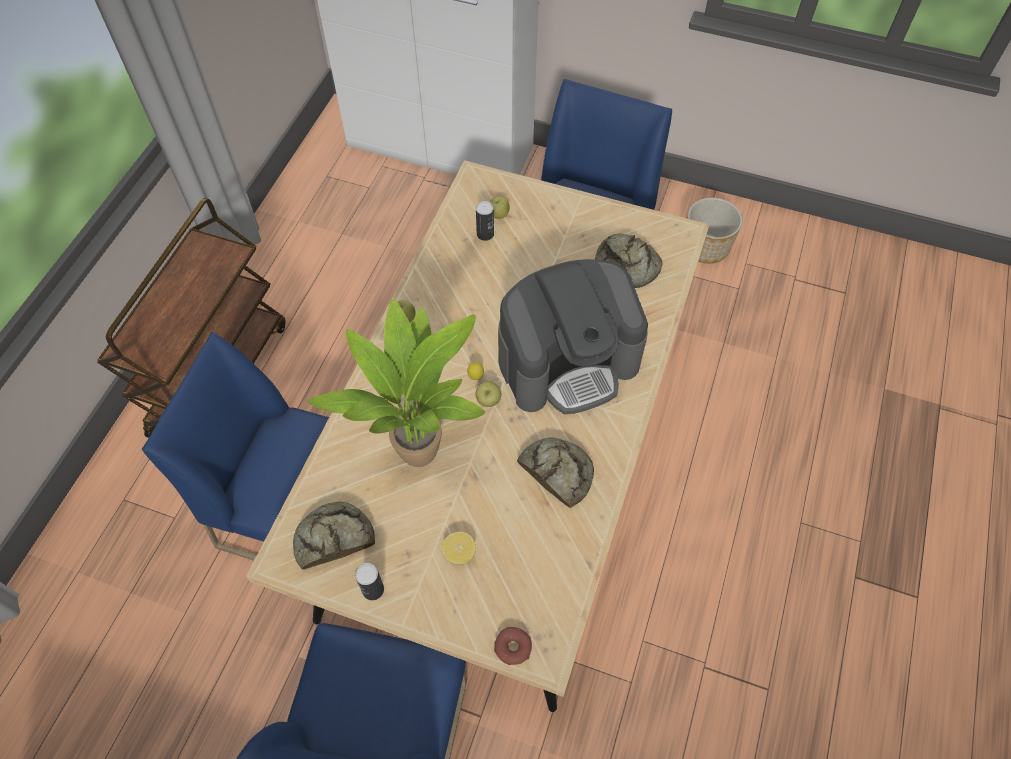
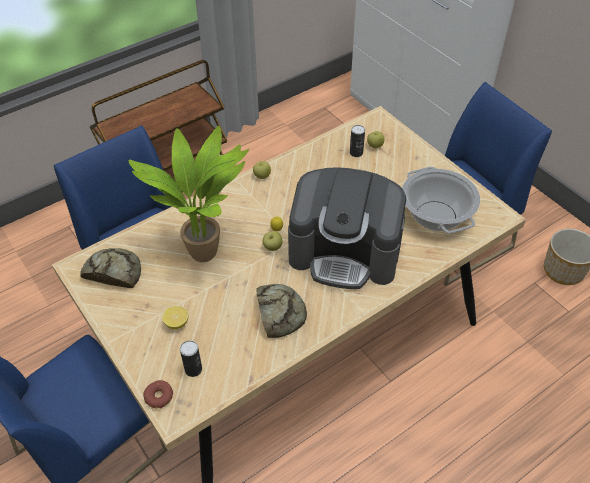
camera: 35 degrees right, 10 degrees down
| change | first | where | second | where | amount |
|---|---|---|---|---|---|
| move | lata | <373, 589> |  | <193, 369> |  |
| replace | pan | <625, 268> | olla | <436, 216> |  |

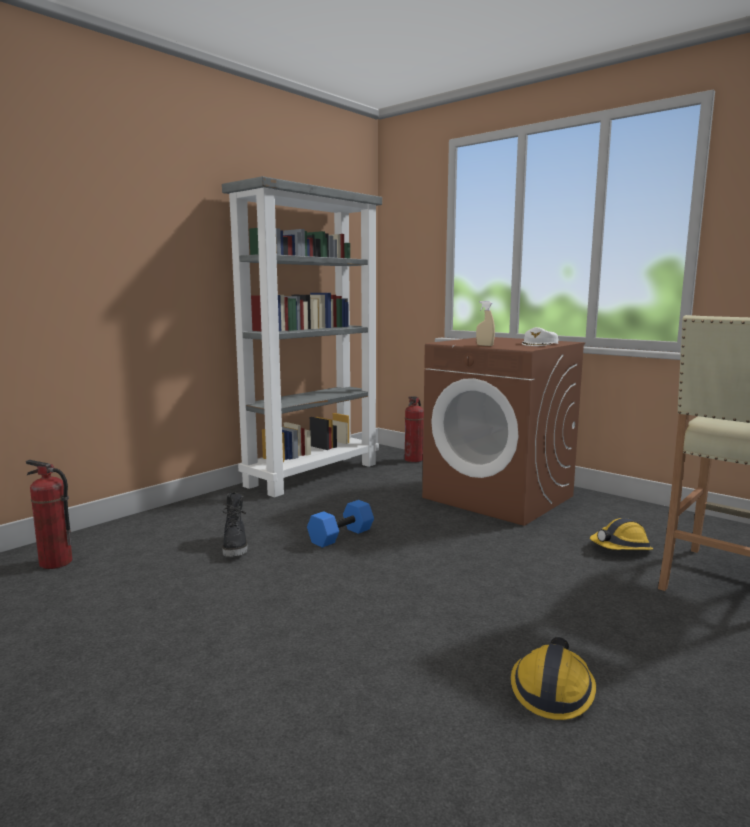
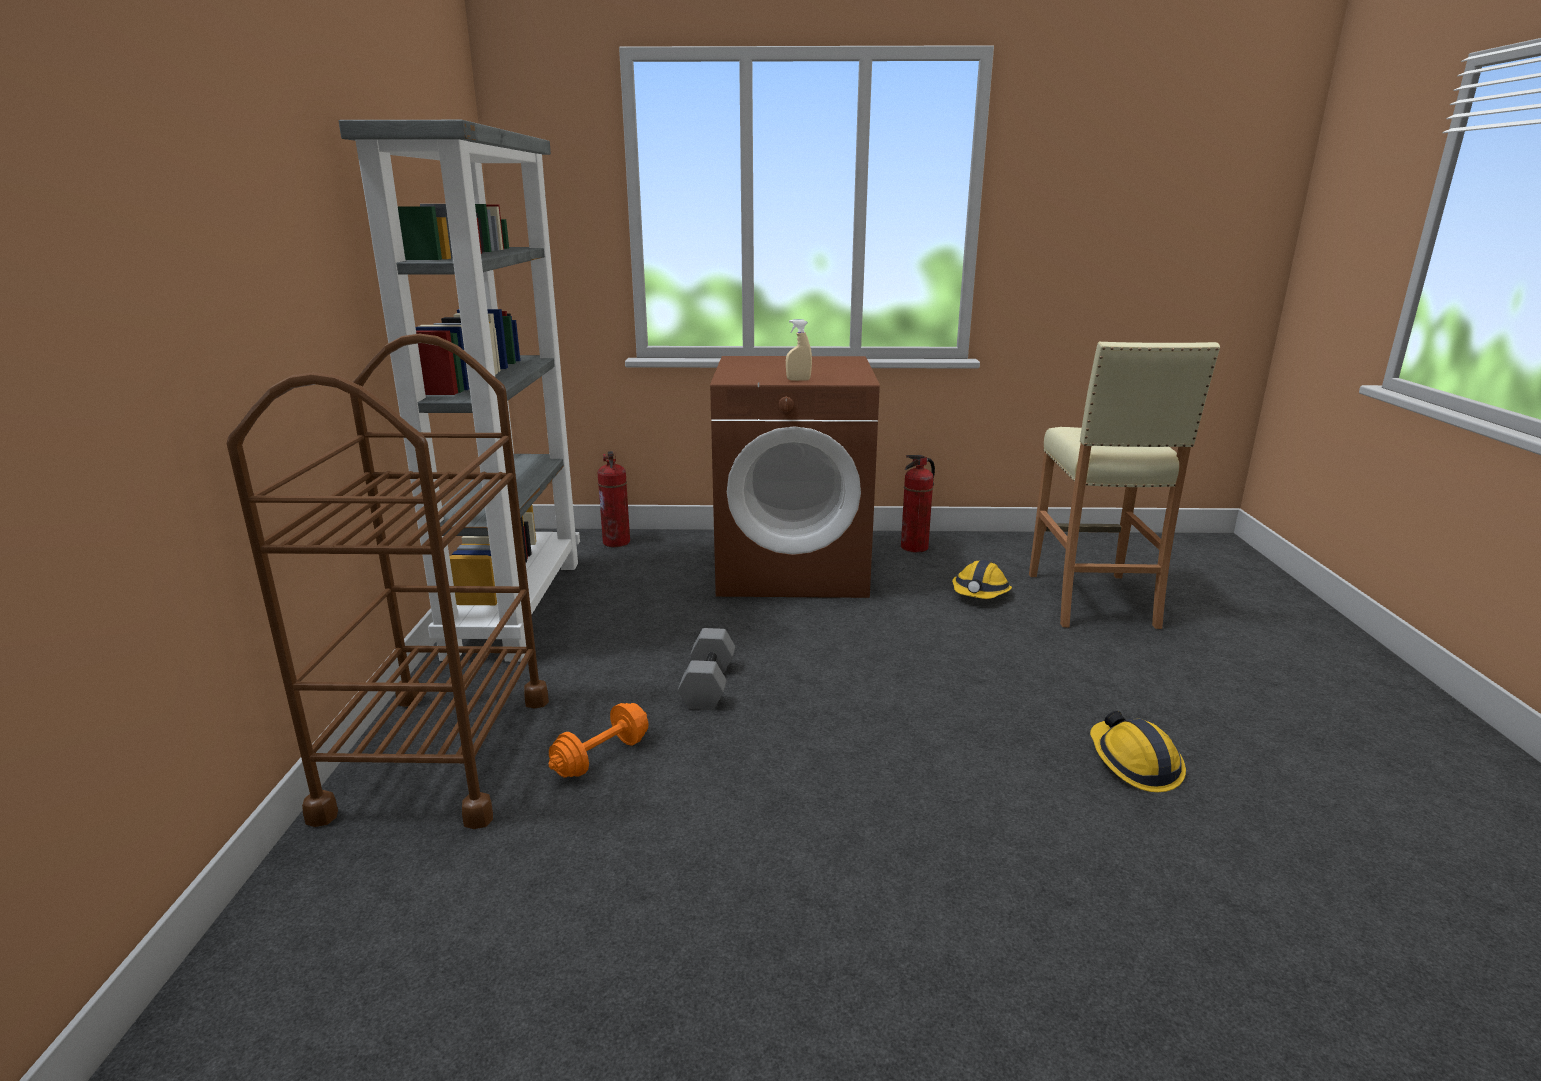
camera: 40 degrees left, 10 degrees up
| change | first | where | second | where | amount |
|---|---|---|---|---|---|
| move | extintor | <55, 563> |  | <914, 547> |  |
| replace | bota/negro | <236, 547> | mancuerna/naranja | <601, 757> |  |
| recolor | mancuerna/azul | <341, 535> | mancuerna/gris | <707, 684> |  |
| delete | gorra/blanco | <540, 344> |  |  |  |
| insert |  |  | carrito/marrón | <440, 754> |  |

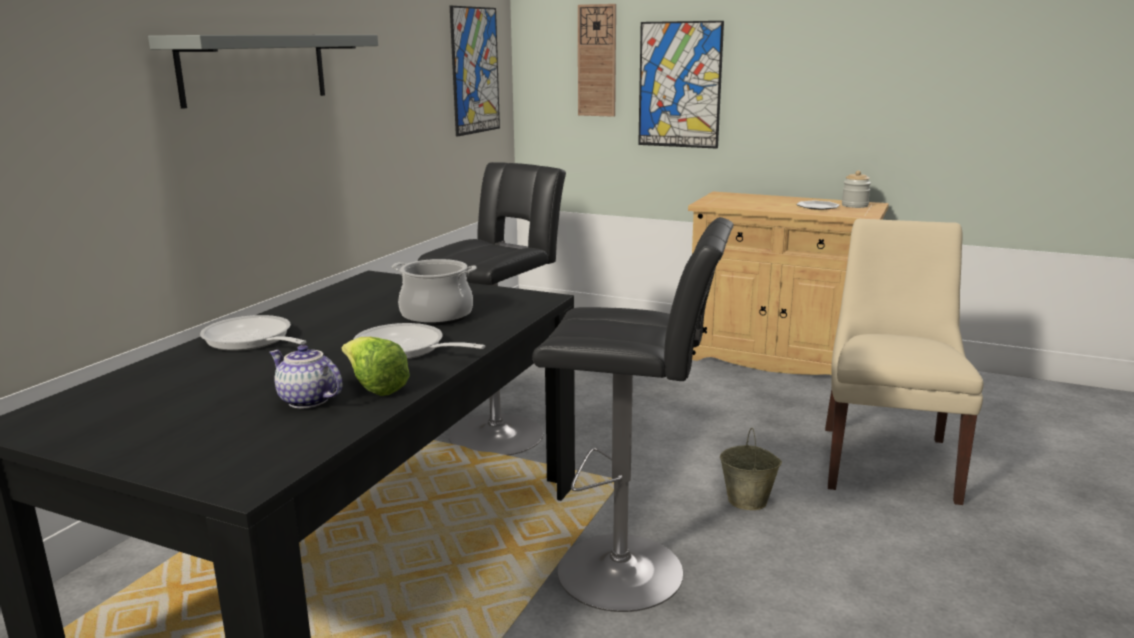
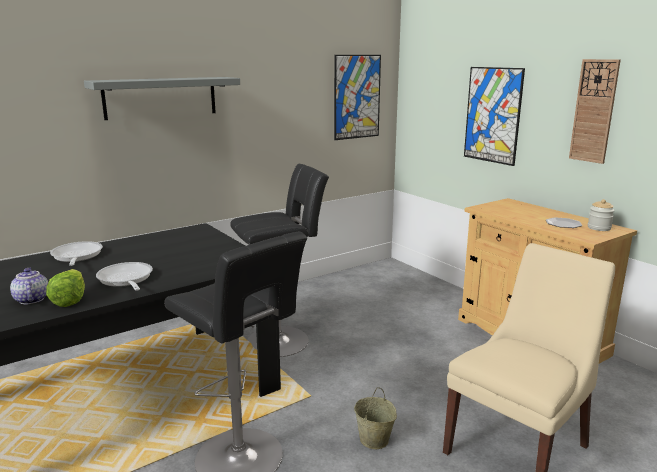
camera: 30 degrees right, 0 degrees up
| change | first | where | second | where | amount |
|---|---|---|---|---|---|
| delete | olla | <437, 316> |  |  |  |
| move | reloj de pared | <597, 61> |  | <594, 111> |  |

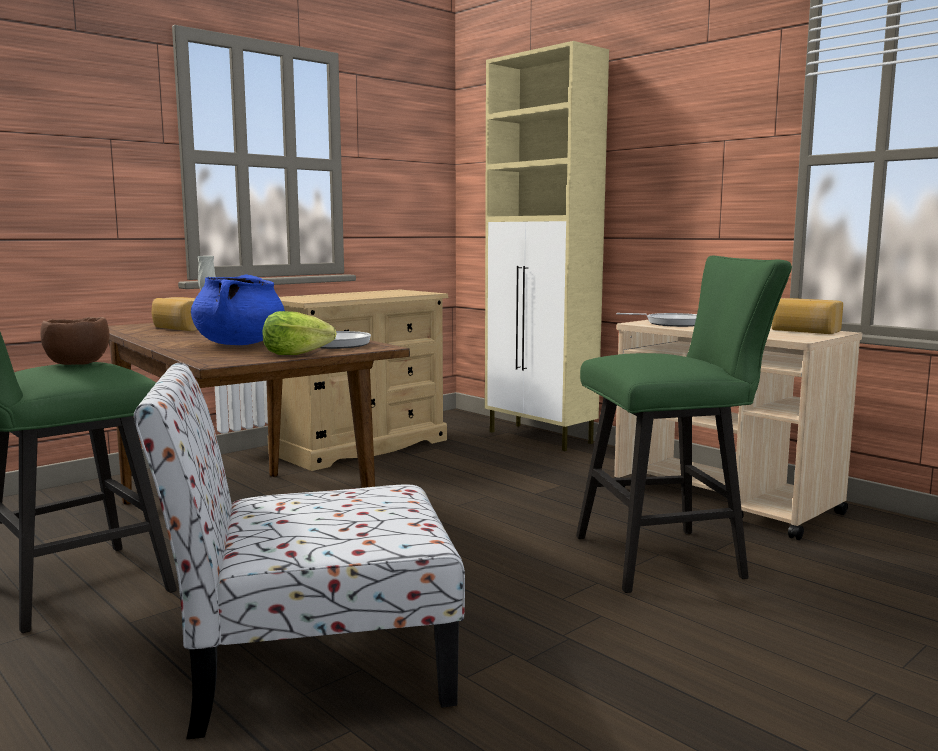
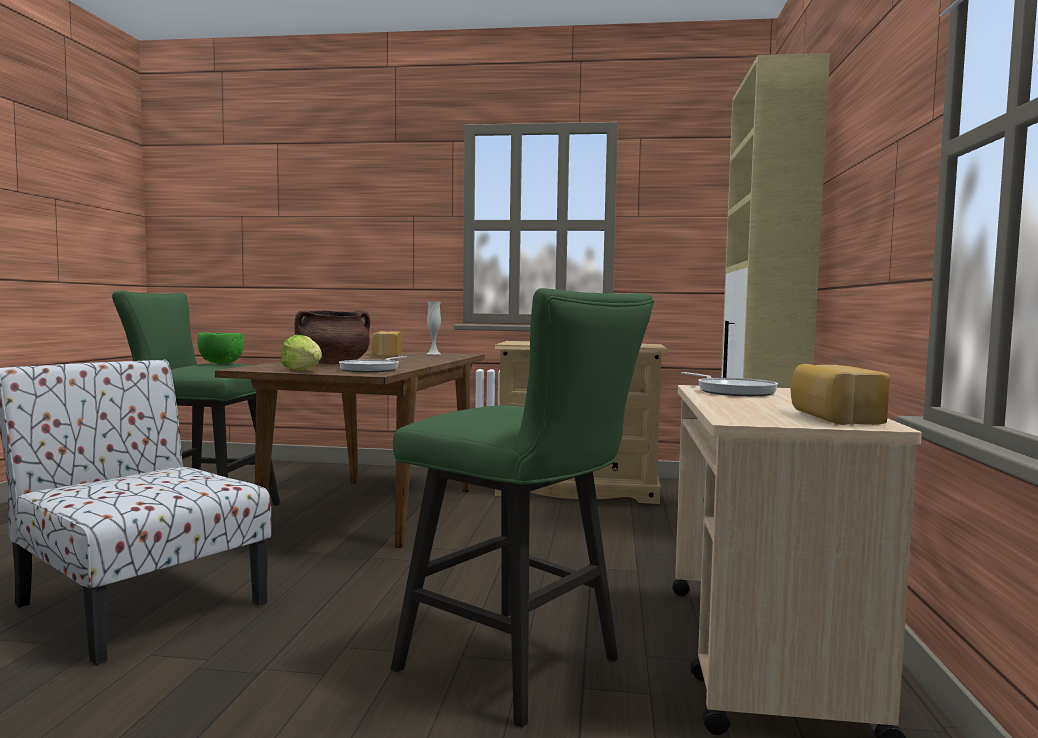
camera: 50 degrees right, 5 degrees down
| change | first | where | second | where | amount |
|---|---|---|---|---|---|
| recolor | cuenco/marrón | <78, 364> | cuenco/verde | <221, 363> |  |
| recolor | olla/azul | <240, 344> | olla/marrón | <333, 363> |  |

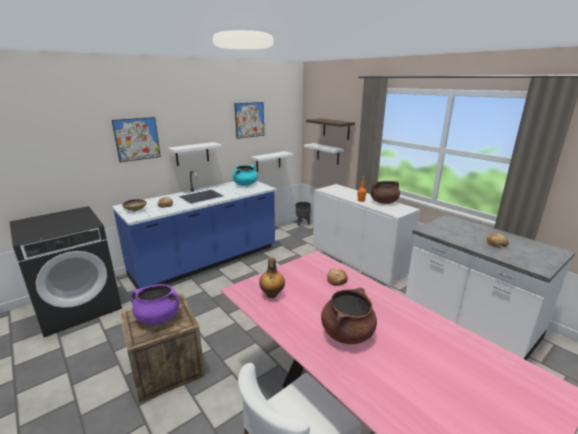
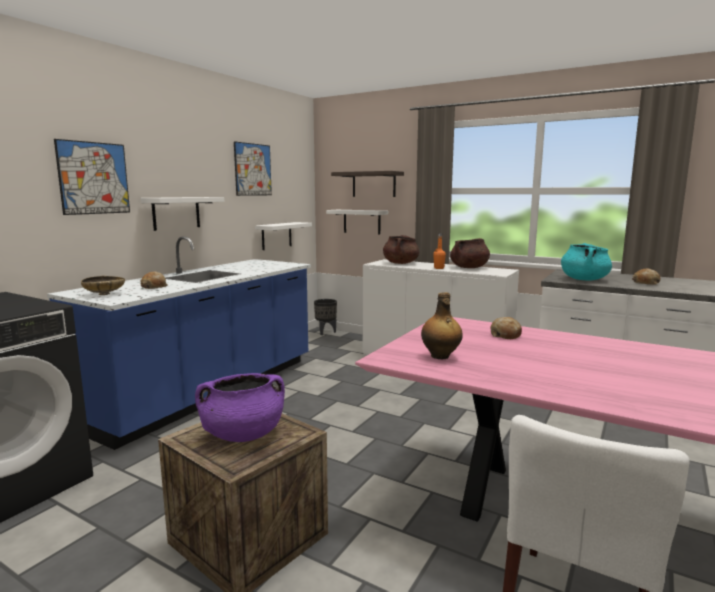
camera: 20 degrees left, 10 degrees down
| change | first | where | second | where | amount |
|---|---|---|---|---|---|
| move | olla/turquesa | <245, 184> |  | <584, 279> |  |
| move | olla/marrón | <347, 333> |  | <400, 263> |  |

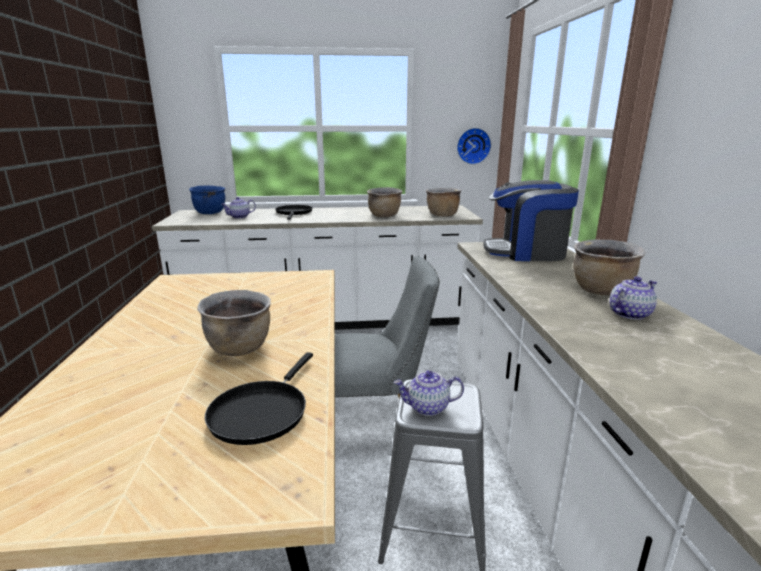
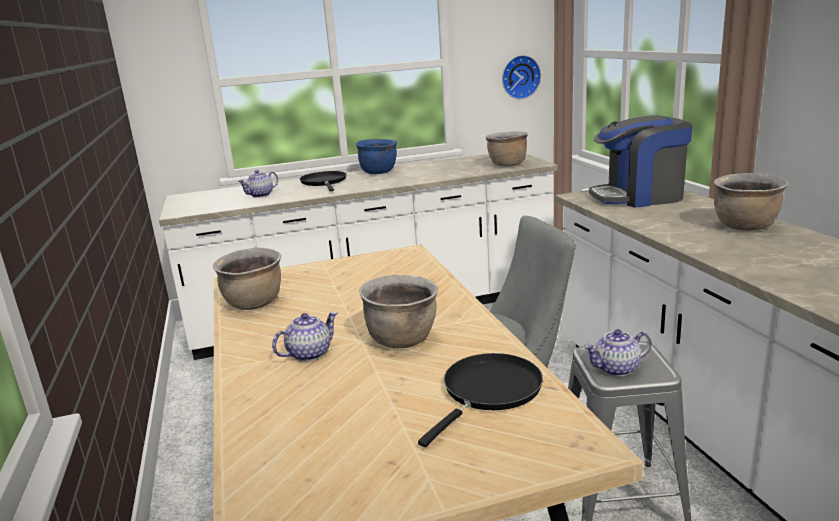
camera: 10 degrees left, 0 degrees up
| change | first | where | second | where | amount |
|---|---|---|---|---|---|
| move | olla/azul | <210, 213> |  | <379, 172> |  |
| rotate | sartén/negro | <261, 412> |  | <489, 391> | 150 degrees counterclockwise |
| move | olla/marrón | <384, 216> |  | <254, 304> |  |
| move | tetera | <629, 314> |  | <309, 353> |  |

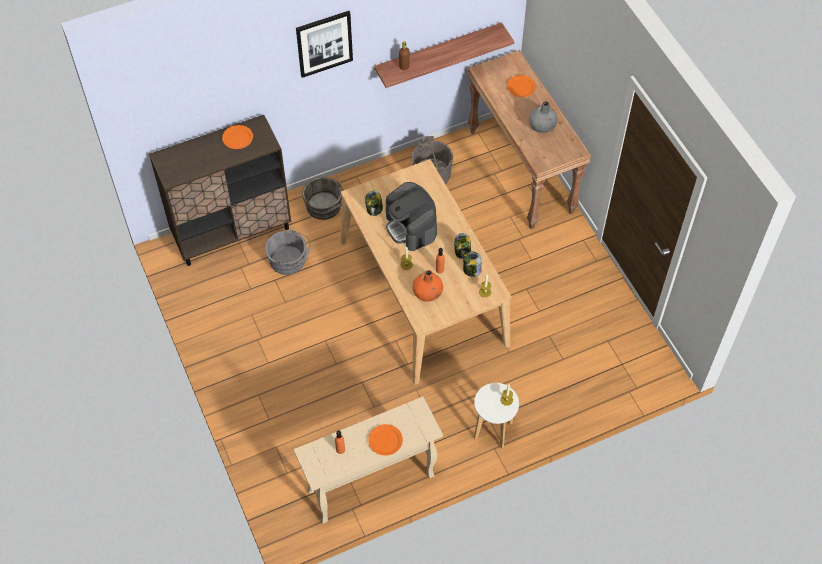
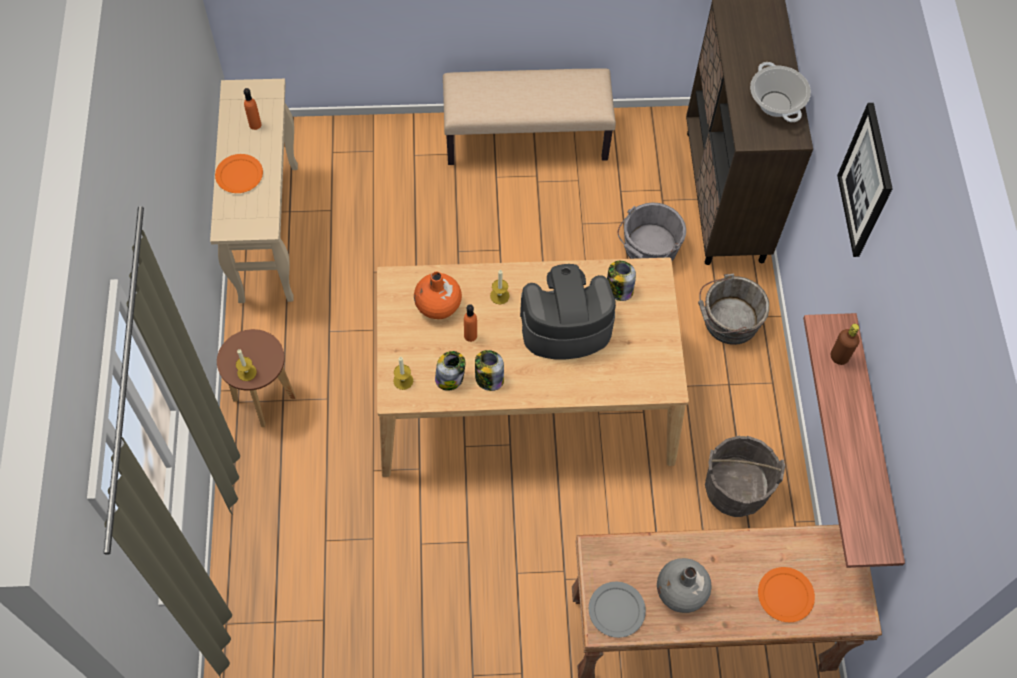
camera: 110 degrees right, 5 degrees up
| change | first | where | second | where | amount |
|---|---|---|---|---|---|
| replace | plato/naranja | <237, 138> | olla | <775, 104> |  |
| recolor | taburete/blanco | <493, 430> | taburete/marrón | <265, 399> |  |
| insert |  |  | banco/beis | <527, 137> |  |
| insert |  |  | plato/gris | <616, 610> |  |

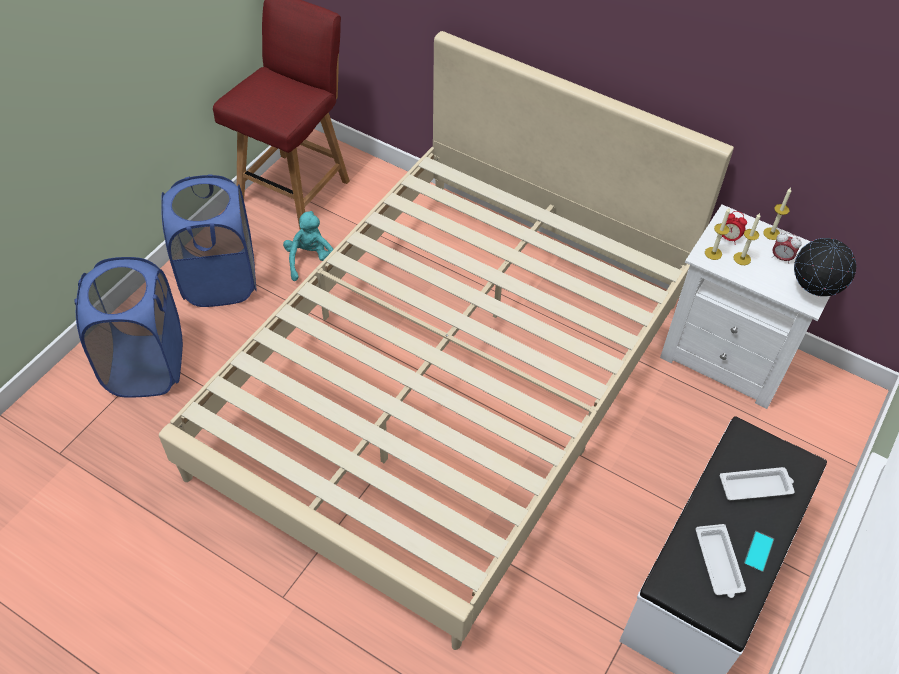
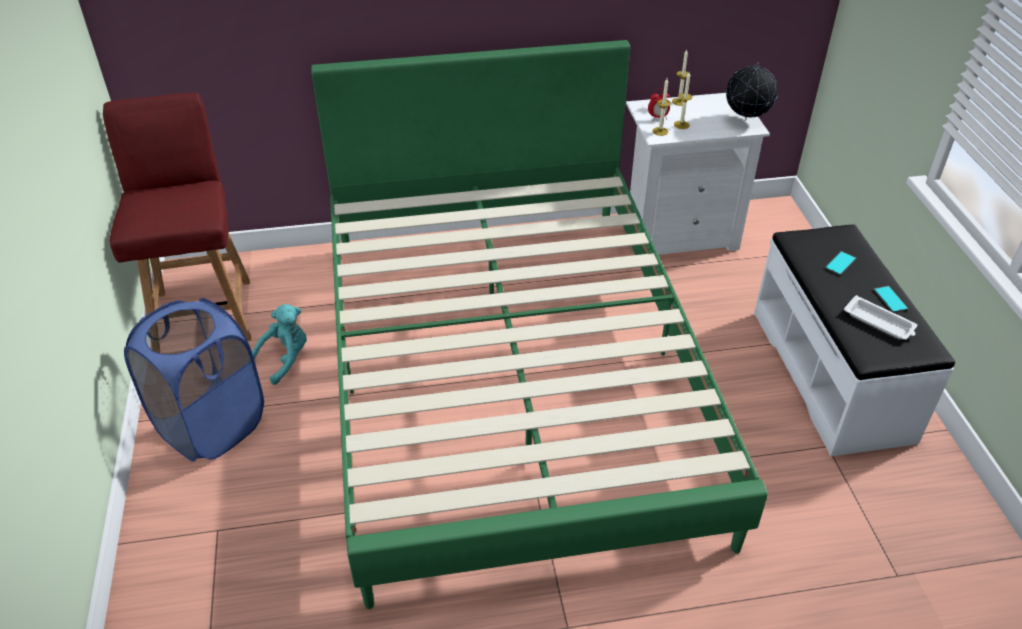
camera: 40 degrees left, 10 degrees down
| change | first | where | second | where | amount |
|---|---|---|---|---|---|
| delete | cesto de la ropa/azul | <146, 366> |  |  |  |
| recolor | cama/beis | <449, 384> | cama/verde | <512, 374> |  |
| rotate | peluche/turquesa | <311, 261> |  | <285, 359> | 90 degrees clockwise |
| replace | bandeja/blanco | <756, 486> | móvil | <840, 263> |  |
| delete | despertador | <781, 258> |  |  |  |

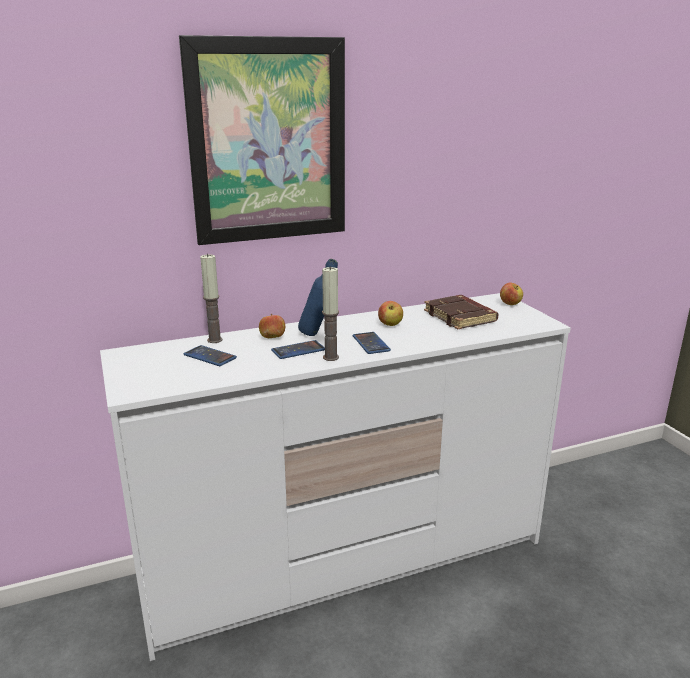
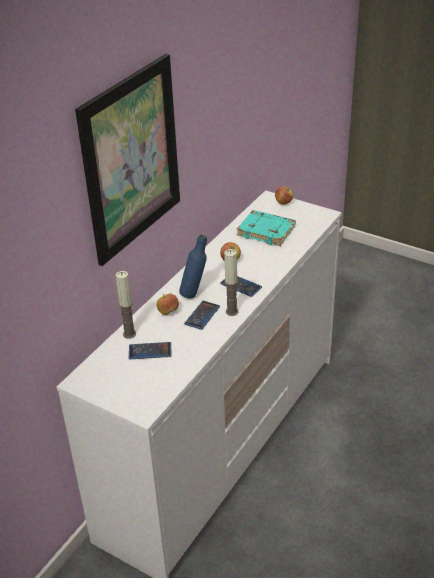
camera: 35 degrees left, 15 degrees up
| change | first | where | second | where | amount |
|---|---|---|---|---|---|
| recolor | libro/marrón | <461, 317> | libro/turquesa | <267, 231> |  |

